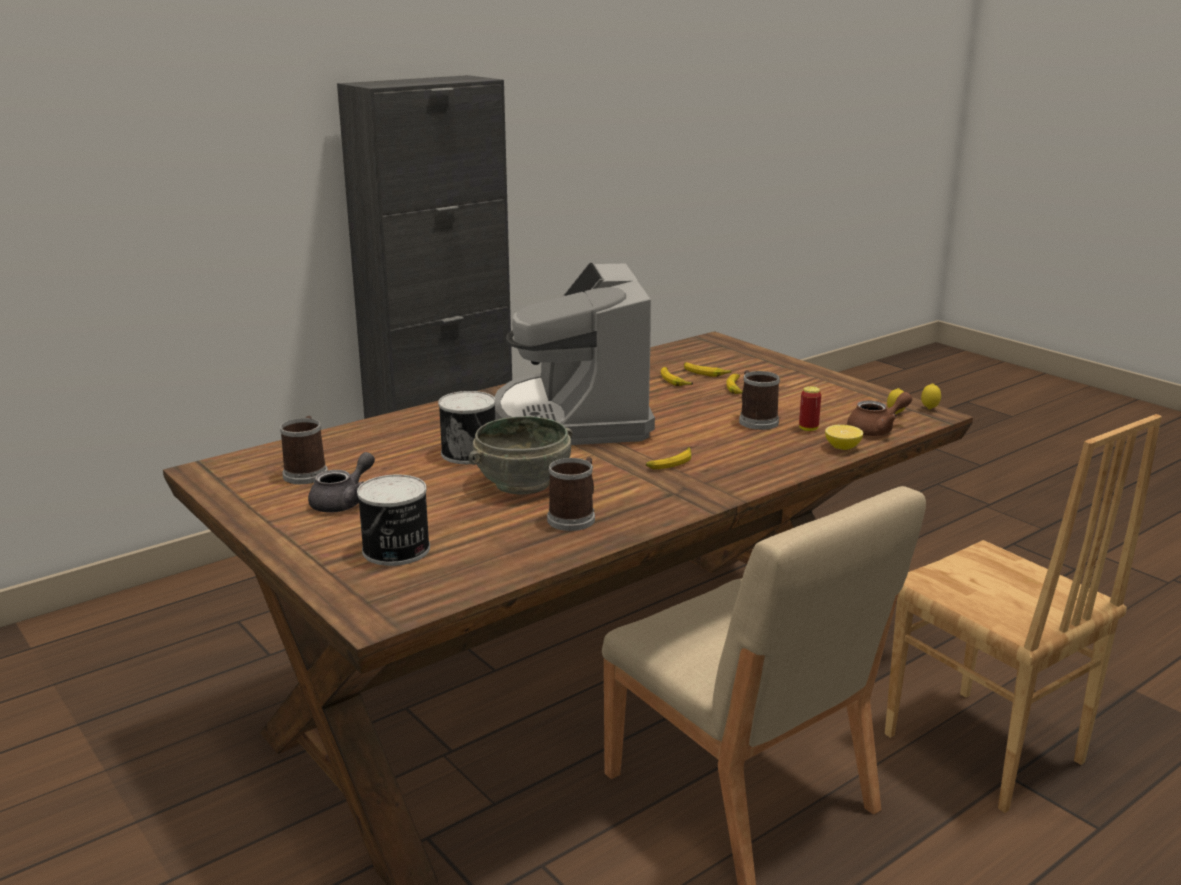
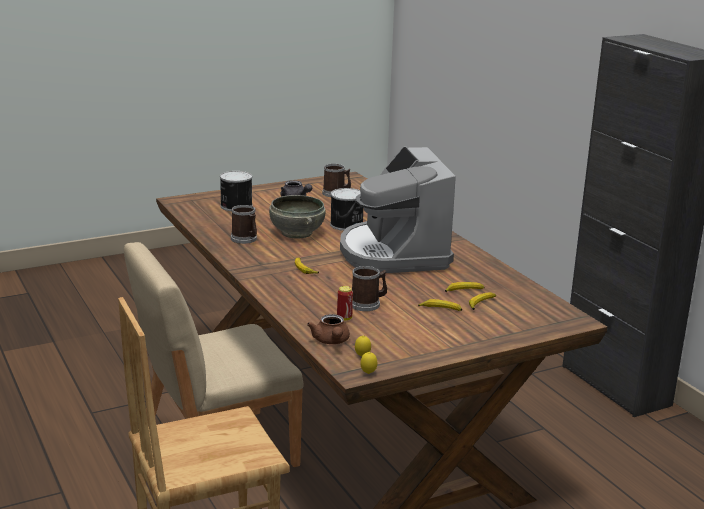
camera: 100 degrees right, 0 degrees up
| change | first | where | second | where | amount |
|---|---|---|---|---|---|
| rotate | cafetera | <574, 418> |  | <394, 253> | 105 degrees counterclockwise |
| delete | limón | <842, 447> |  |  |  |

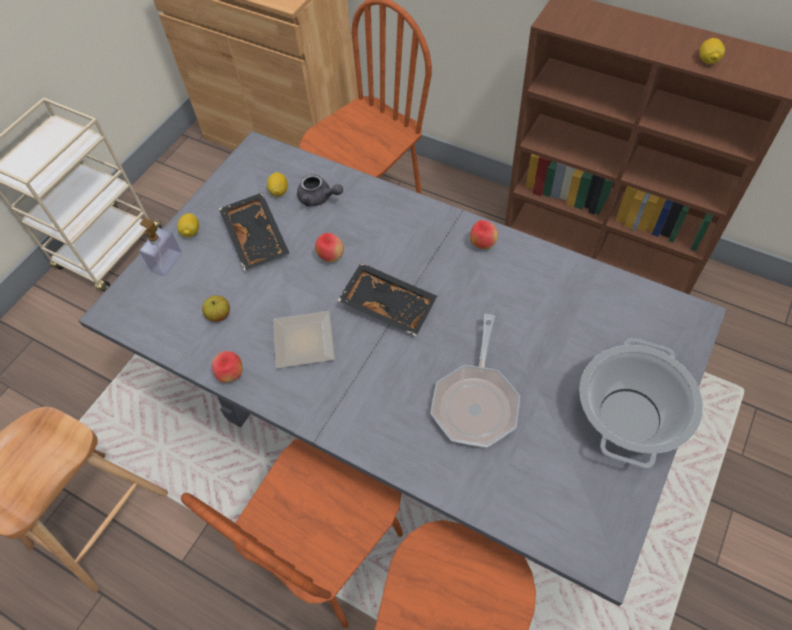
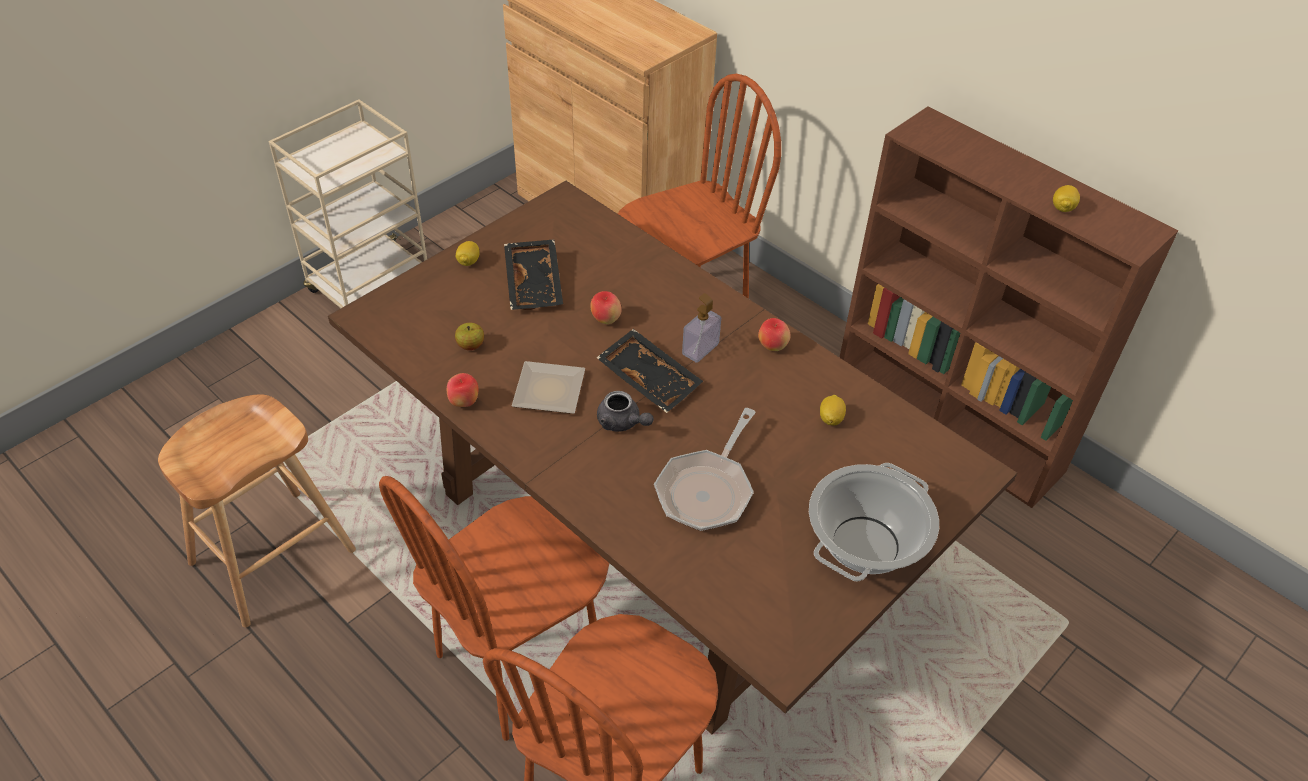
camera: 10 degrees right, 10 degrees down
| change | first | where | second | where | amount |
|---|---|---|---|---|---|
| recolor | mesa de comedor/gris | <406, 413> | mesa de comedor/marrón | <650, 541> |  |
| move | dispensador de jabón | <166, 262> |  | <700, 349> |  |
| move | limón | <279, 191> |  | <831, 418> |  |
| move | tetera/gris | <319, 198> |  | <622, 423> |  |

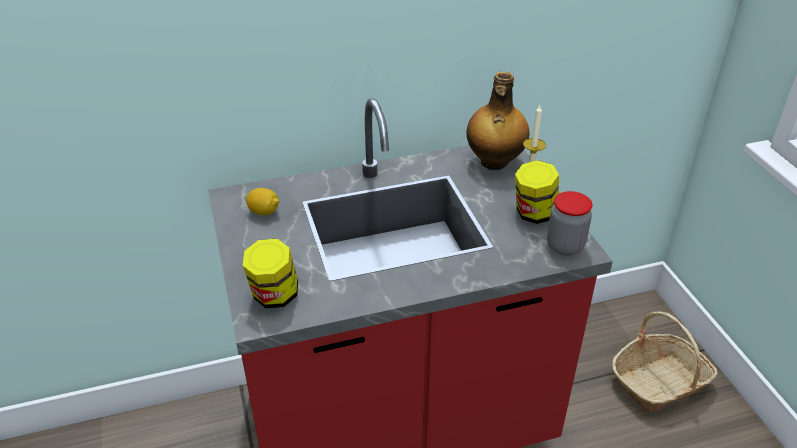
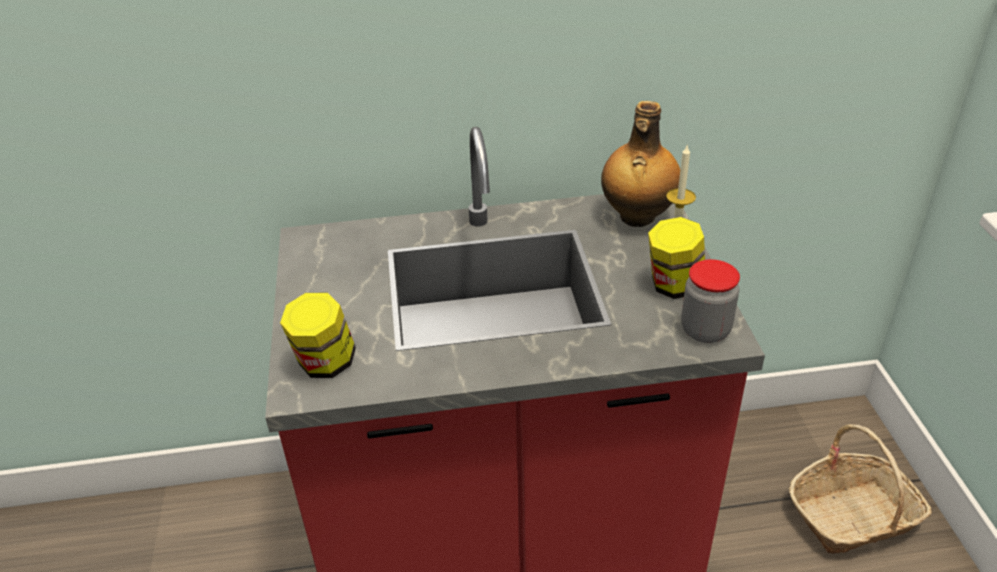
camera: 10 degrees right, 0 degrees up
| change | first | where | second | where | amount |
|---|---|---|---|---|---|
| delete | limón | <264, 212> |  |  |  |

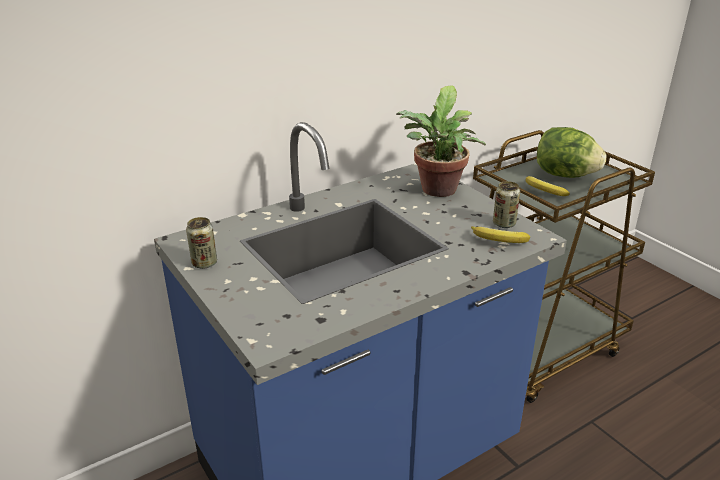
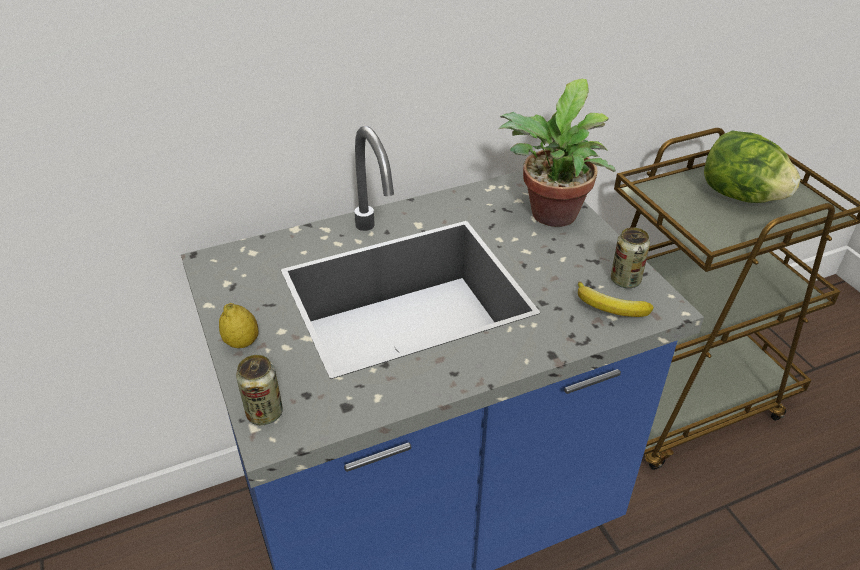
camera: 10 degrees right, 10 degrees up
| change | first | where | second | where | amount |
|---|---|---|---|---|---|
| move | lata | <204, 263> |  | <264, 413> |  |
| delete | plátano | <543, 191> |  |  |  |
| insert |  |  | limón | <242, 342> |  |

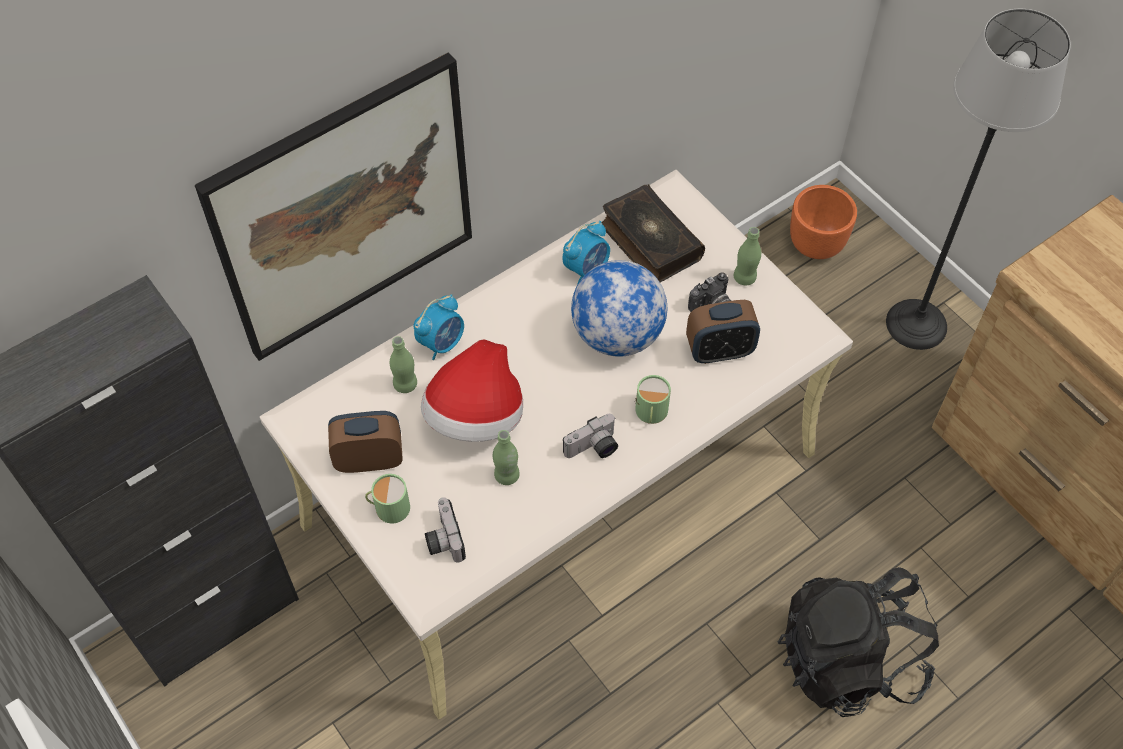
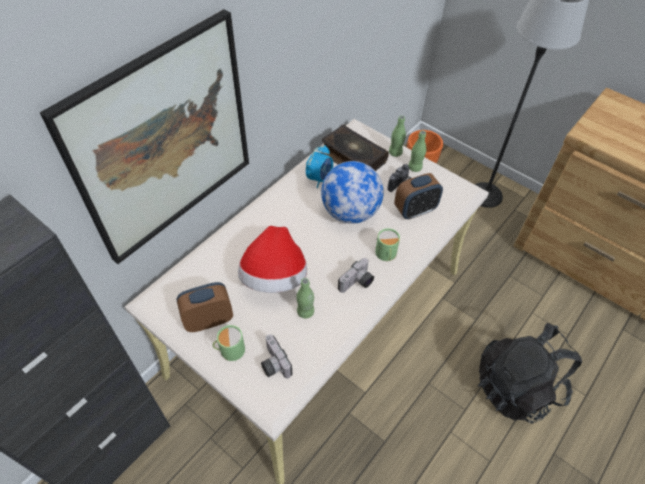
camera: 15 degrees left, 5 degrees down
| change | first | where | second | where | amount |
|---|---|---|---|---|---|
| move | botella/verde | <405, 384> |  | <395, 153> |  |
| delete | despertador | <442, 343> |  |  |  |

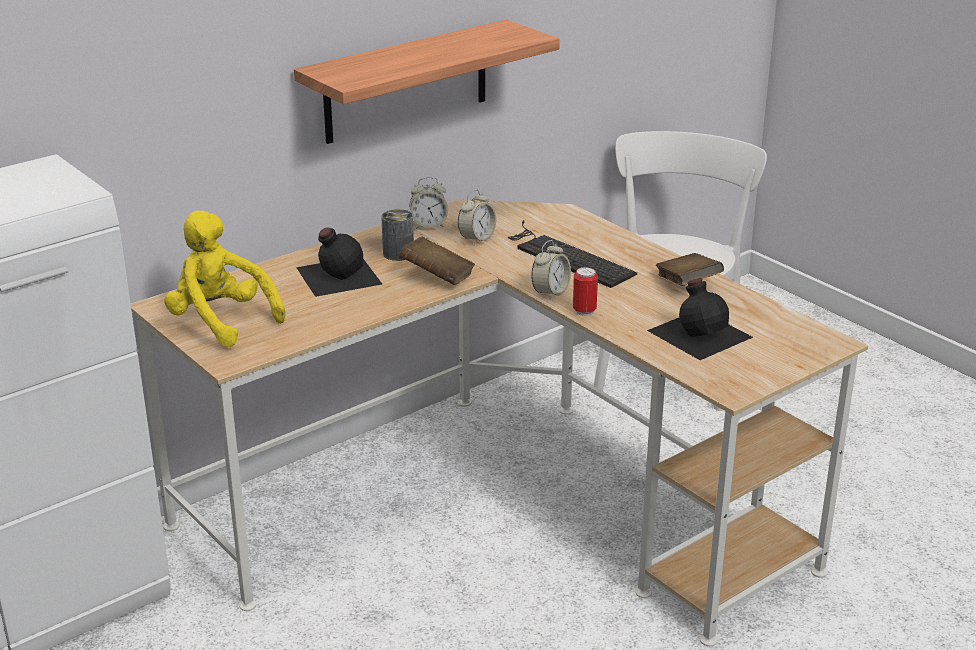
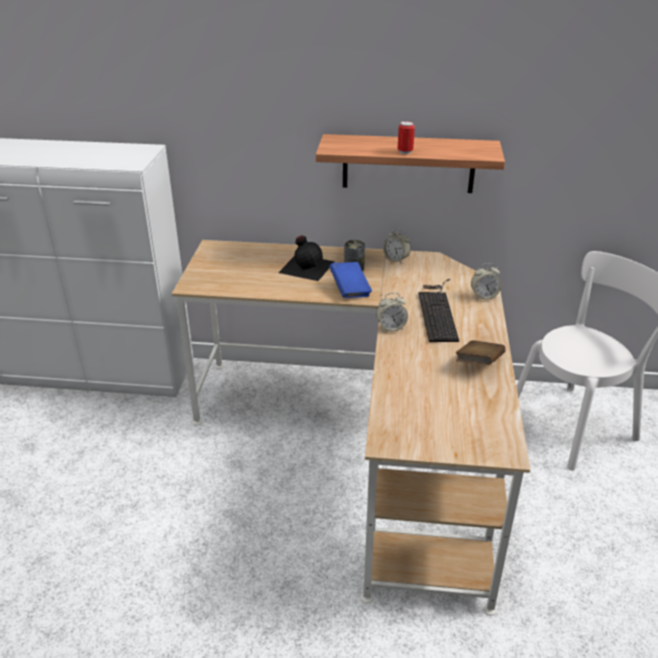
camera: 45 degrees right, 5 degrees up
| change | first | where | second | where | amount |
|---|---|---|---|---|---|
| delete | peluche/amarillo | <220, 322> |  |  |  |
| recolor | libro/marrón | <437, 277> | libro/azul | <350, 290> |  |
| move | despertador | <477, 239> |  | <484, 296> |  |
| move | lata | <584, 311> |  | <405, 152> |  |
| delete | botella/negro | <699, 332> |  |  |  |

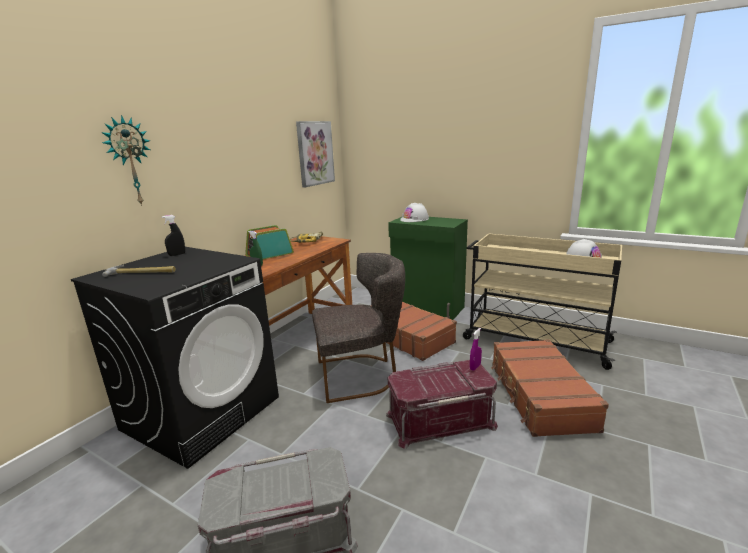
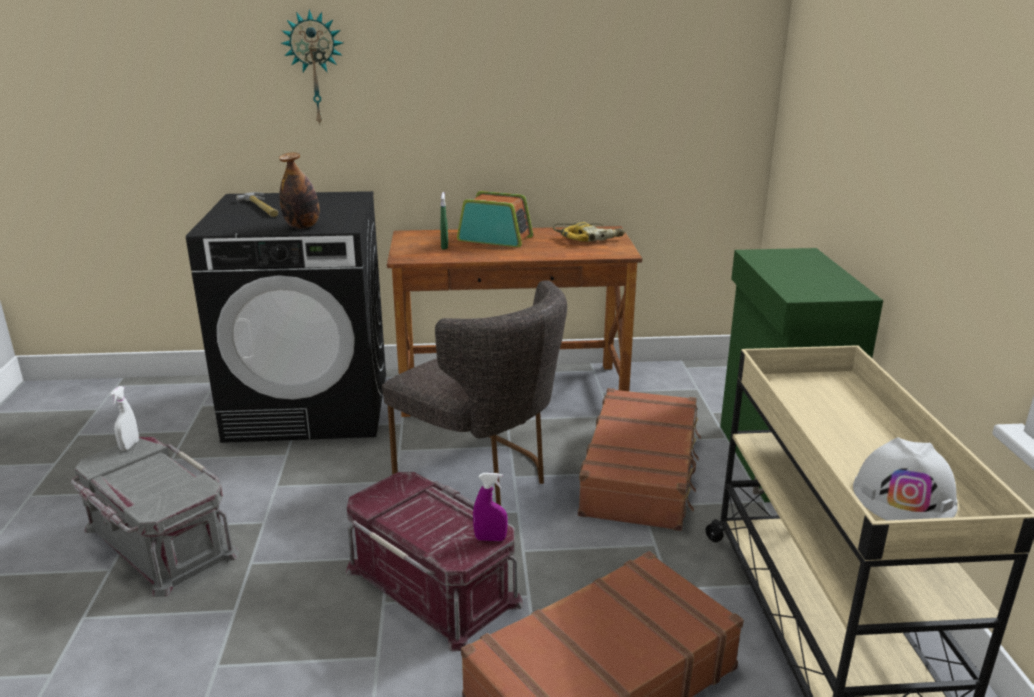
camera: 55 degrees right, 5 degrees up
| change | first | where | second | where | amount |
|---|---|---|---|---|---|
| delete | pulverizador/negro | <177, 254> |  |  |  |
| delete | cuadro | <315, 153> |  |  |  |
| delete | casco/blanco | <414, 219> |  |  |  |
| insert |  |  | pulverizador/blanco | <129, 445> |  |
| insert |  |  | botella | <302, 226> |  |

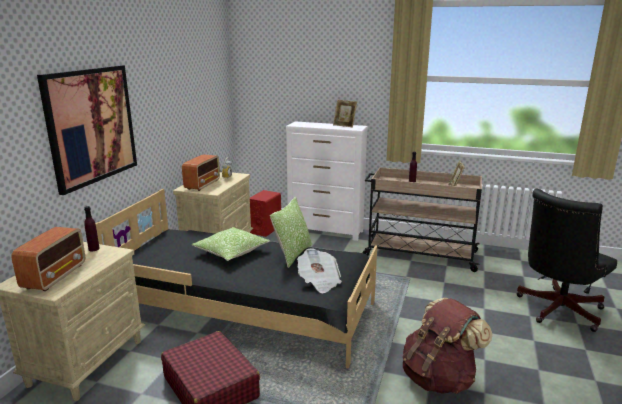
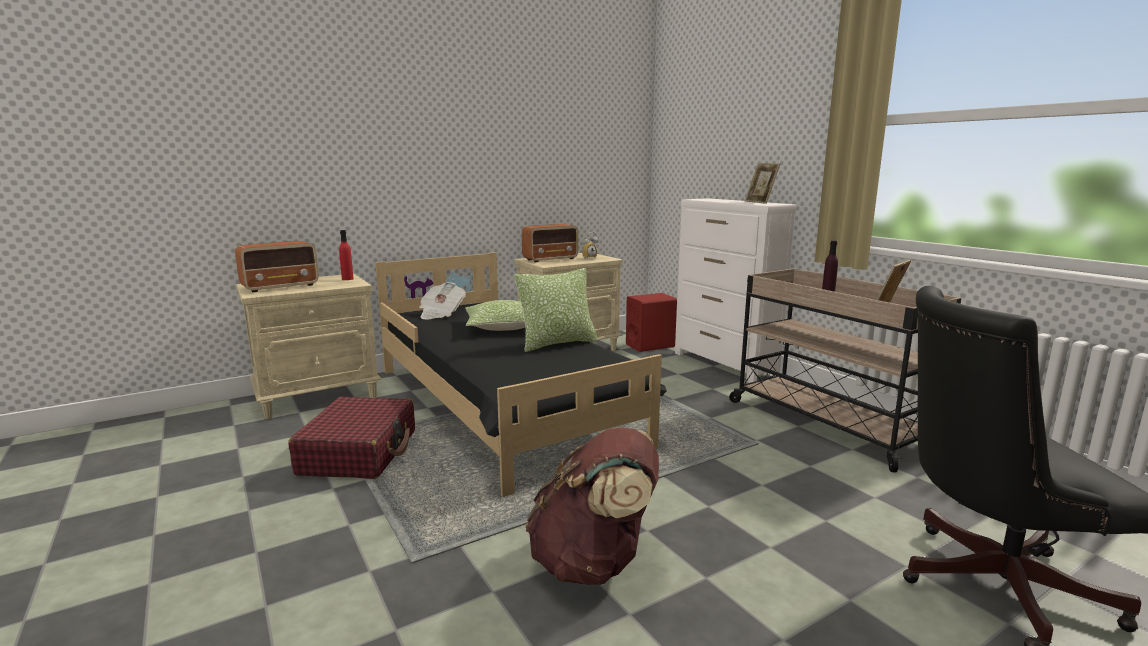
camera: 40 degrees right, 5 degrees down
| change | first | where | second | where | amount |
|---|---|---|---|---|---|
| delete | cuadro | <91, 125> |  |  |  |
| recolor | botella/morado | <94, 249> | botella/rojo | <347, 279> |  |
| move | periódico | <319, 281> |  | <441, 314> |  |

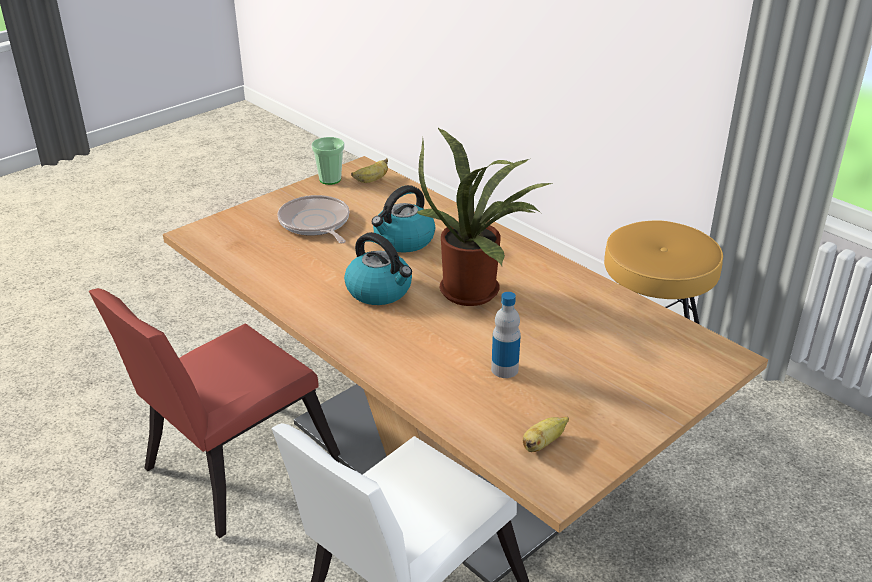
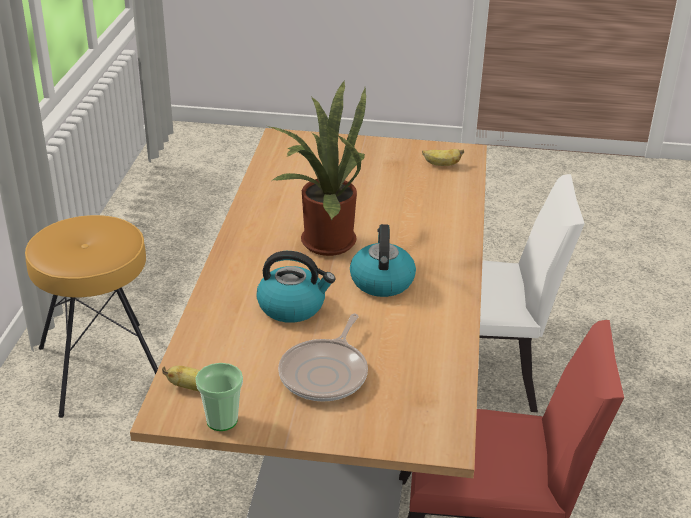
camera: 130 degrees left, 0 degrees up
| change | first | where | second | where | amount |
|---|---|---|---|---|---|
| delete | botella | <504, 369> |  |  |  |

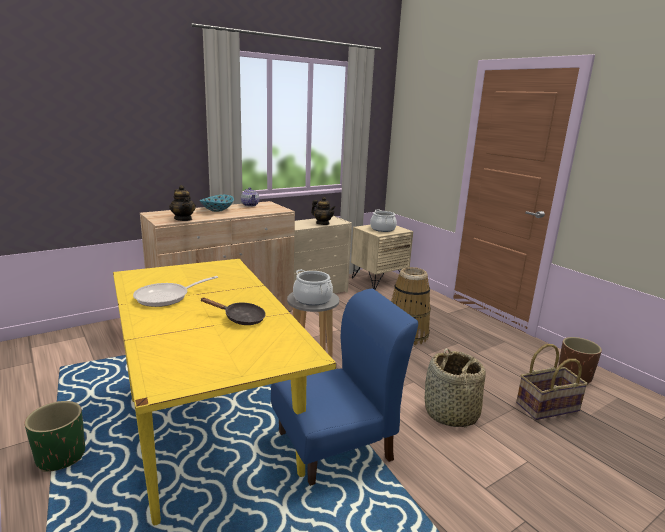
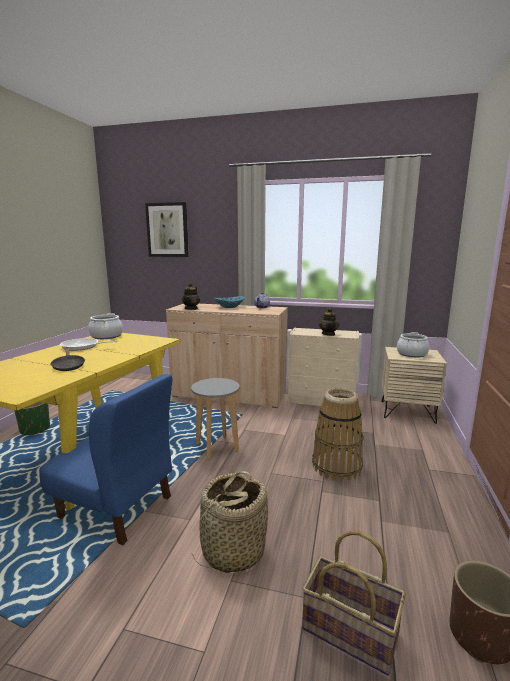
camera: 50 degrees right, 5 degrees down
| change | first | where | second | where | amount |
|---|---|---|---|---|---|
| move | olla | <312, 299> |  | <106, 336> |  |
| insert |  |  | cuadro | <167, 230> |  |

